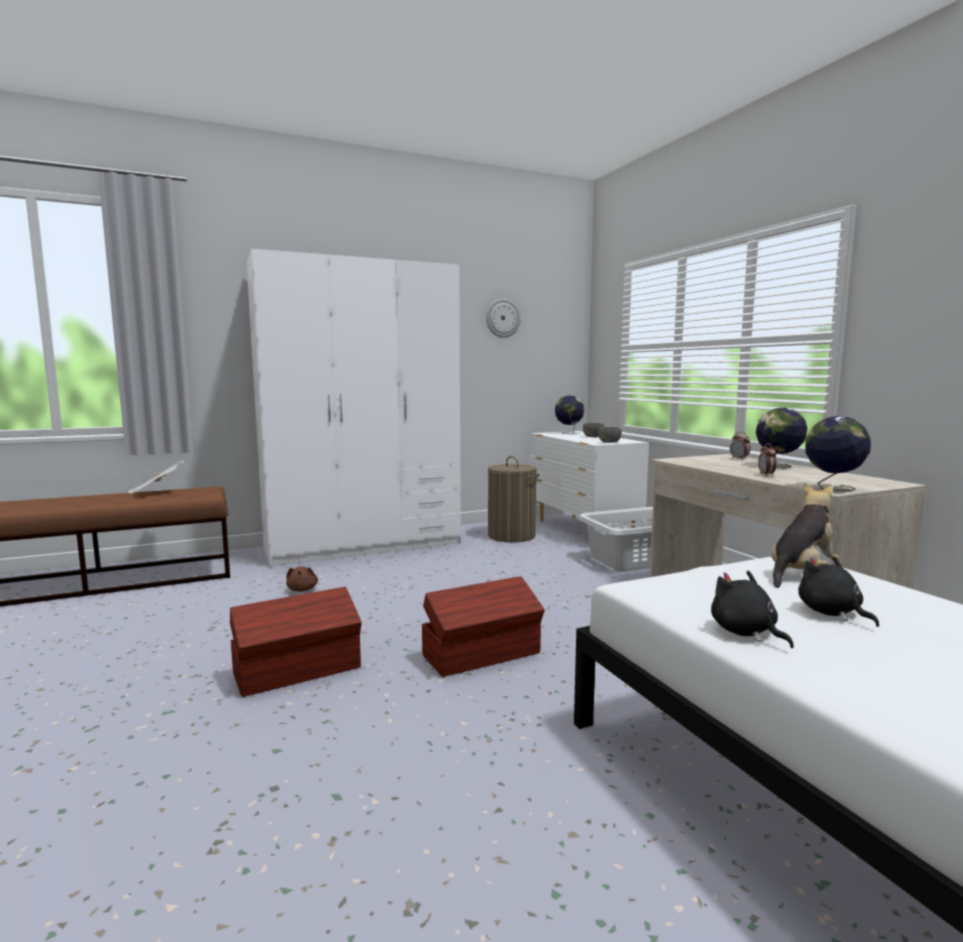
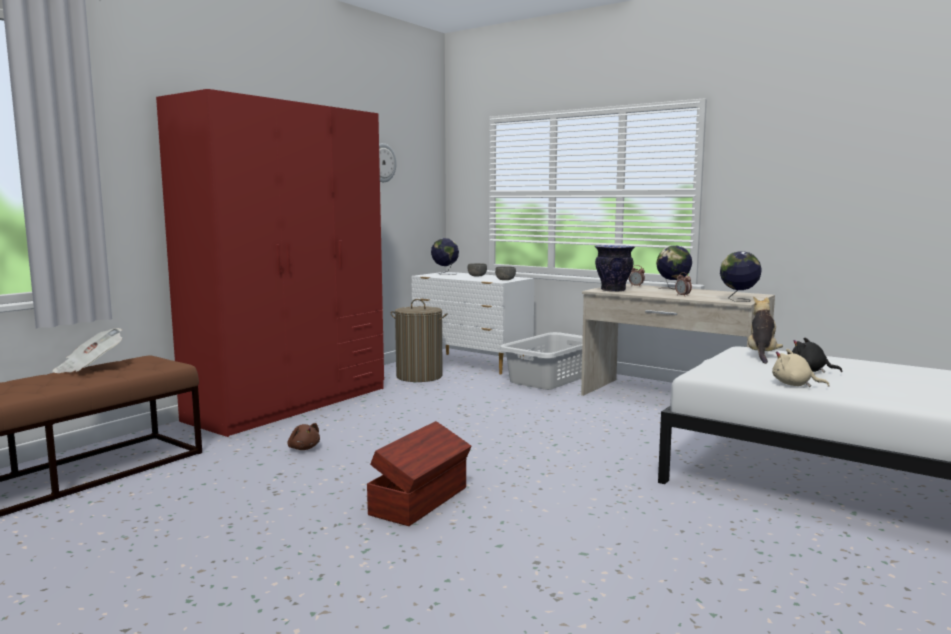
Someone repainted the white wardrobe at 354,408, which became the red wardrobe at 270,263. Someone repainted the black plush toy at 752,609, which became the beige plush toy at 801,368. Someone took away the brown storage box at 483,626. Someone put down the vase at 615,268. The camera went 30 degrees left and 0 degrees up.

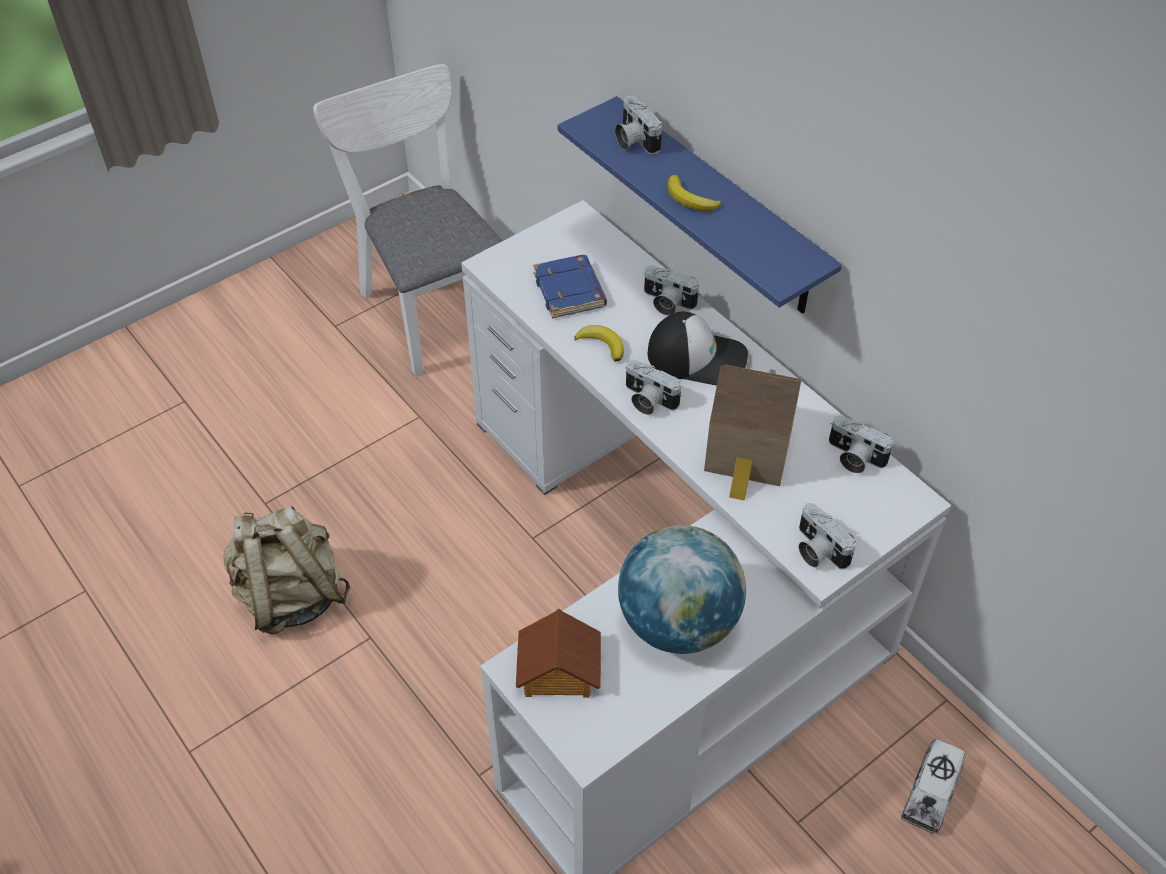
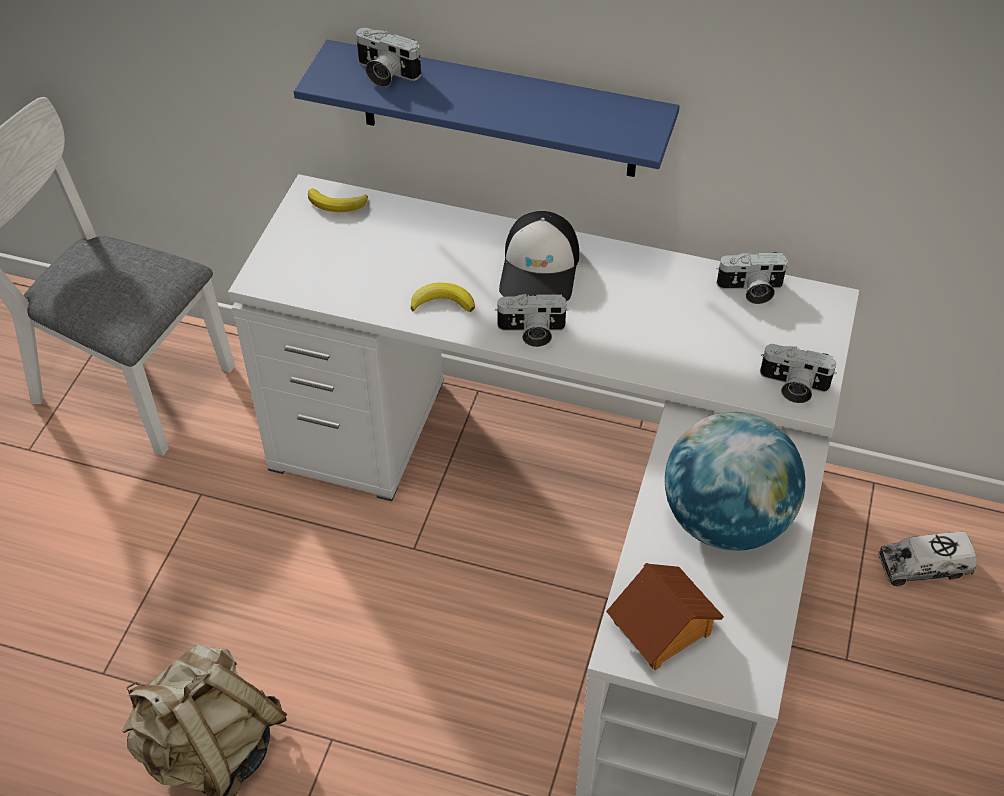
Someone carried the banana from 694,193 to 338,200. Someone took away the blue book at 570,286. Someone took away the photo camera at 672,290. Someone rotated the cap at 698,349 by 120 degrees clockwise. Someone took away the toy house at 753,433. Someone rotated the toy truck at 933,786 by 90 degrees clockwise. The camera went 35 degrees left and 0 degrees up.

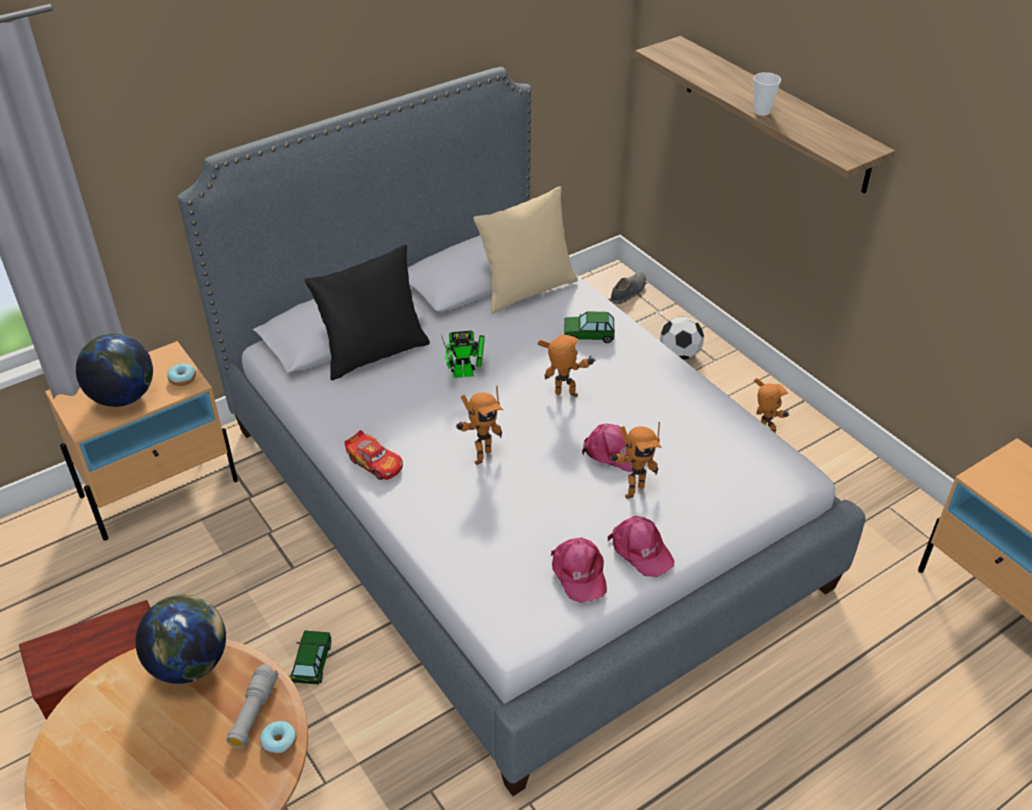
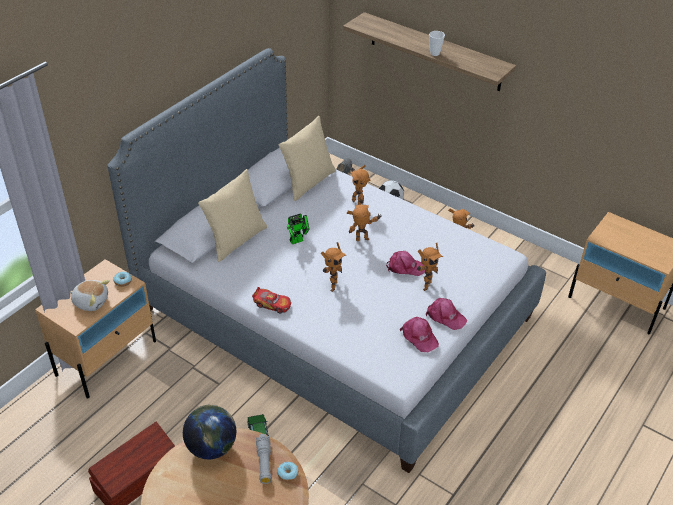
Someone repainted the black pillow at 367,312, which became the beige pillow at 232,215. Someone swapped the toy car at 589,327 for the toy robot at 360,185. Someone swapped the globe at 114,370 for the plush toy at 89,295. The camera went 20 degrees left and 0 degrees up.

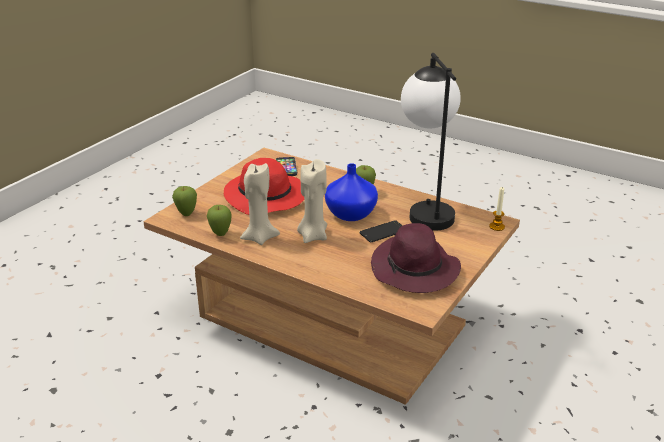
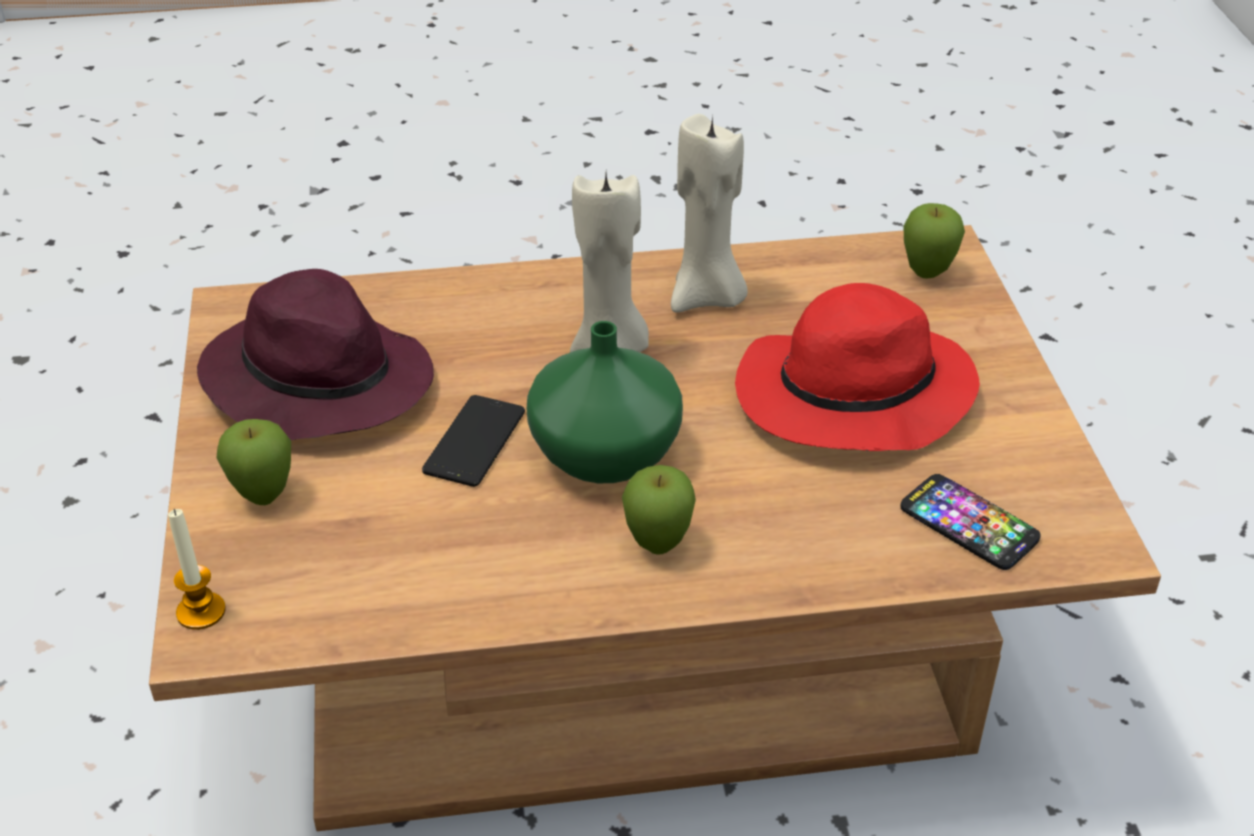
Someone took away the table lamp at 431,142. Someone repainted the blue vase at 351,192, which became the green vase at 605,402. Someone carried the apple from 219,220 to 253,462. The camera went 140 degrees right and 10 degrees up.

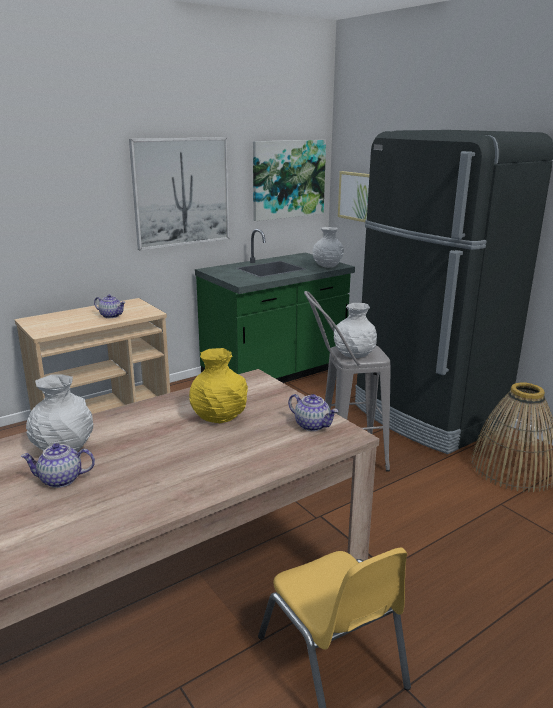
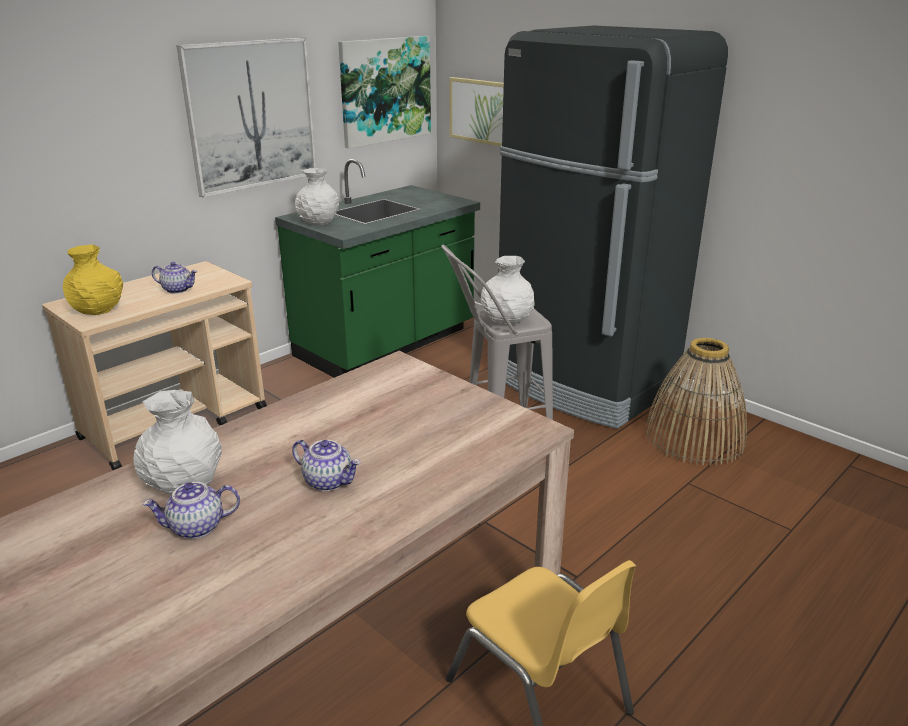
Someone carried the white vase from 328,247 to 317,197. Someone carried the yellow vase from 218,385 to 93,279. Someone carried the teapot from 313,412 to 326,465. The camera went 10 degrees left and 5 degrees up.

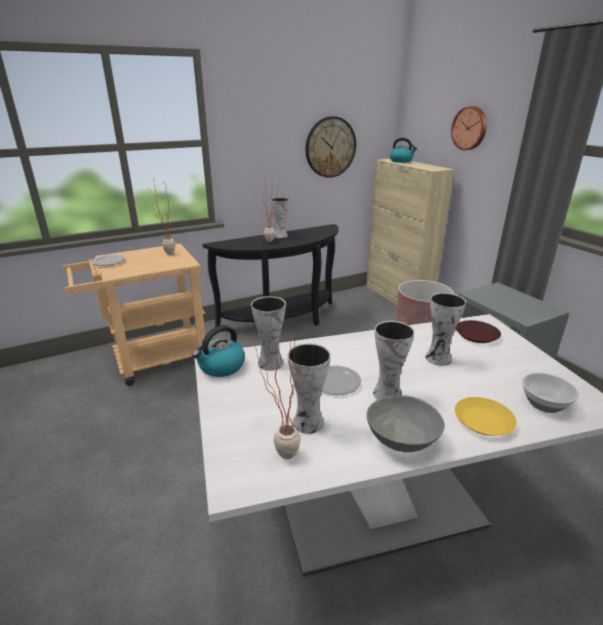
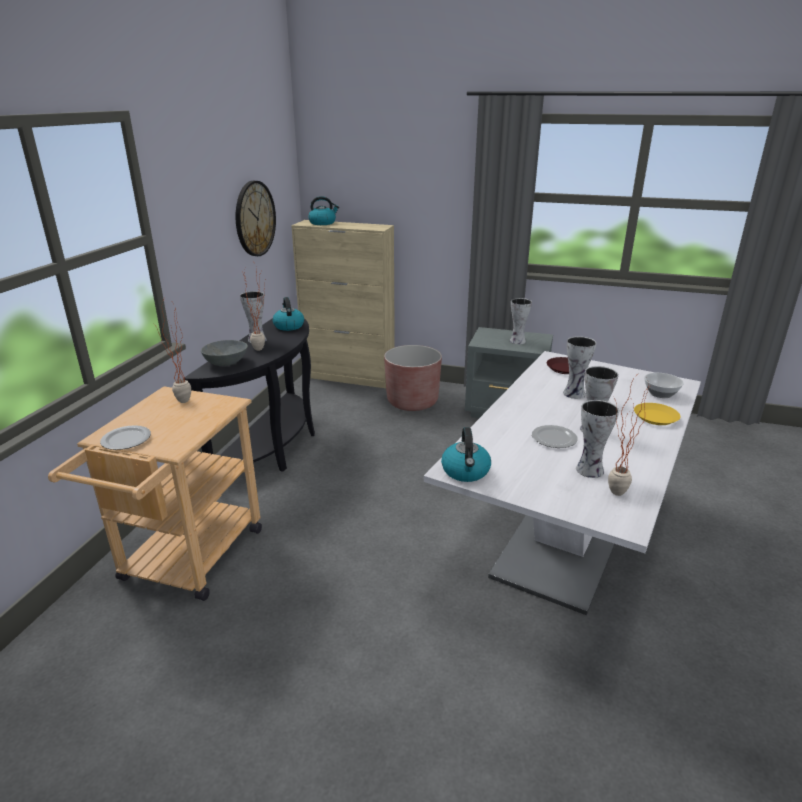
Someone took away the wall clock at 469,128. Someone carried the vase from 268,333 to 521,321. Someone carried the grey bowl from 406,423 to 224,353. Someone put down the kettle at 288,314. The camera went 45 degrees left and 0 degrees up.

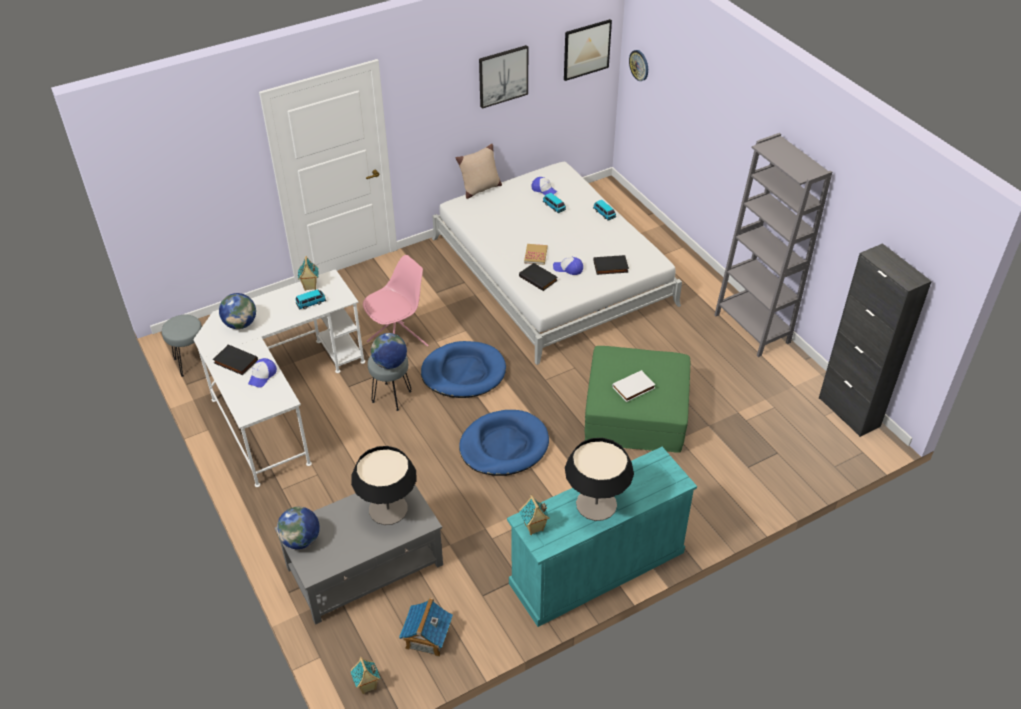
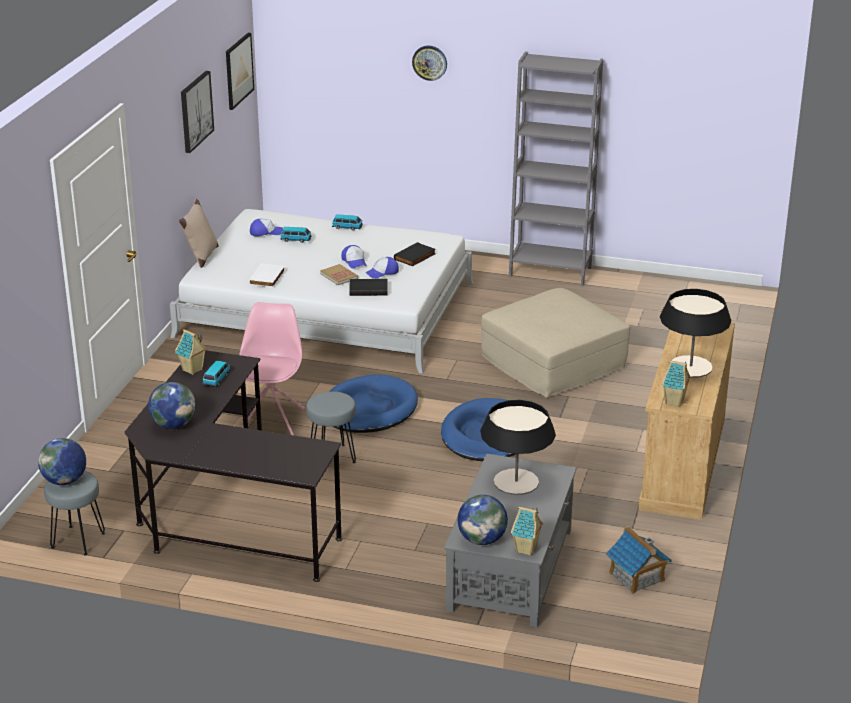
Someone carried the wall clock from 638,65 to 429,63. Someone took away the black cabinet at 875,340. Someone repainted the white desk at 279,378, which became the black desk at 234,466. Someone carried the globe from 389,351 to 62,461. Someone took away the black book at 235,360. Someone repainted the green ottoman at 637,399, which became the beige ottoman at 555,343. Someone carried the cap from 262,373 to 354,257. Someone carried the white book from 634,386 to 267,275. Someone repainted the turquoise dresser at 602,537, which became the beige dresser at 686,421. Someone carried the toy house from 365,675 to 527,531. The camera went 45 degrees left and 15 degrees down.

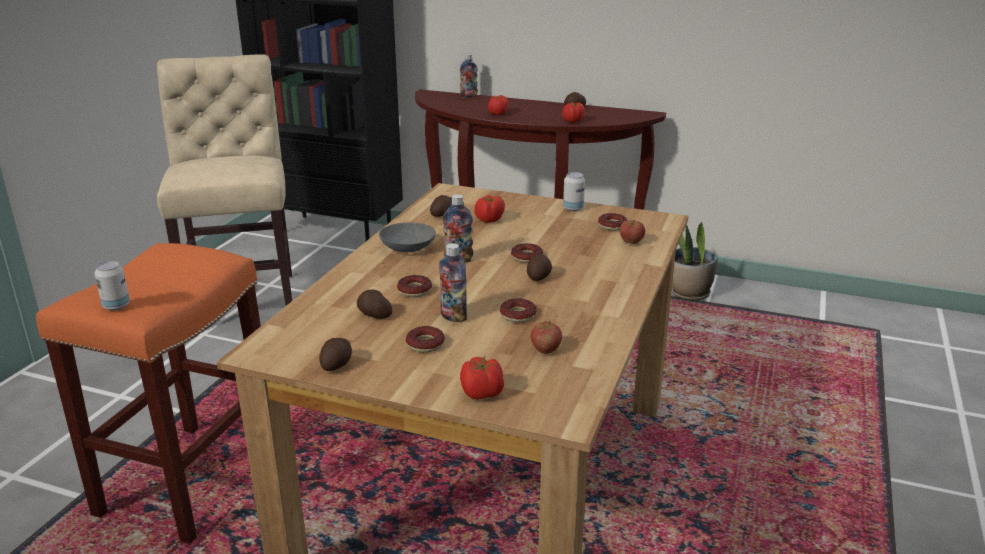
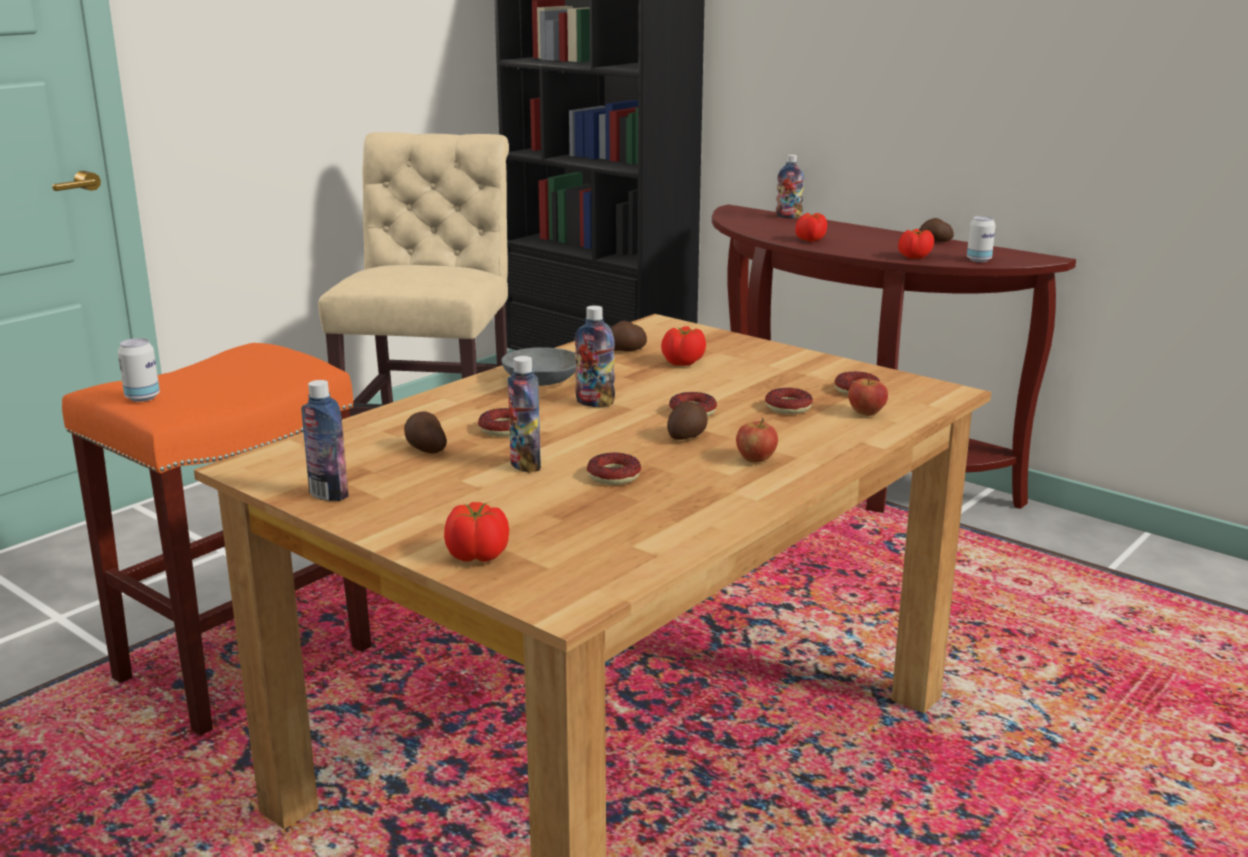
Someone carried the can from 574,192 to 981,239. Someone took away the potted plant at 694,261. Someone carried the apple from 546,337 to 757,440. Someone carried the donut from 425,339 to 789,401. Someone swapped the potato at 335,354 for the bottle at 324,440. The camera went 20 degrees right and 5 degrees down.

